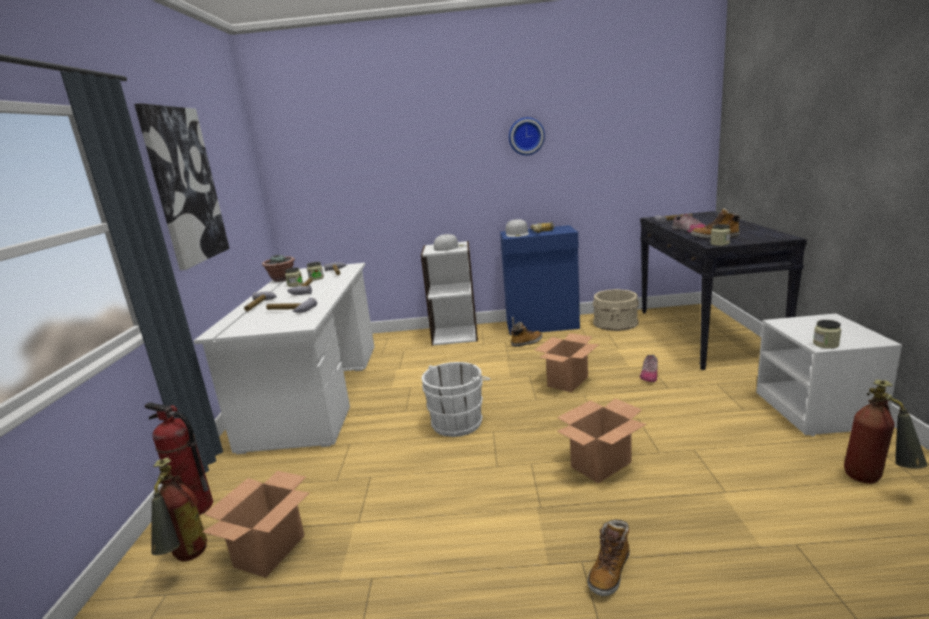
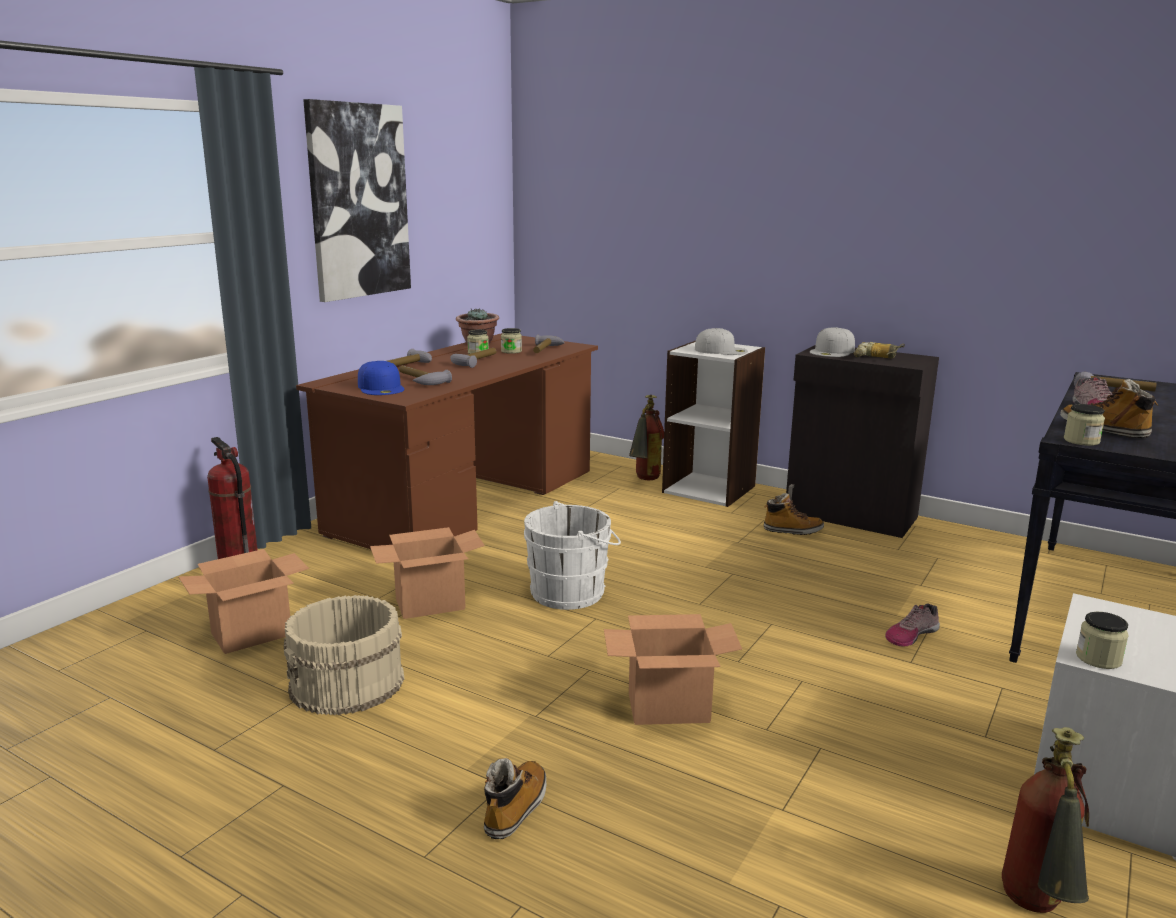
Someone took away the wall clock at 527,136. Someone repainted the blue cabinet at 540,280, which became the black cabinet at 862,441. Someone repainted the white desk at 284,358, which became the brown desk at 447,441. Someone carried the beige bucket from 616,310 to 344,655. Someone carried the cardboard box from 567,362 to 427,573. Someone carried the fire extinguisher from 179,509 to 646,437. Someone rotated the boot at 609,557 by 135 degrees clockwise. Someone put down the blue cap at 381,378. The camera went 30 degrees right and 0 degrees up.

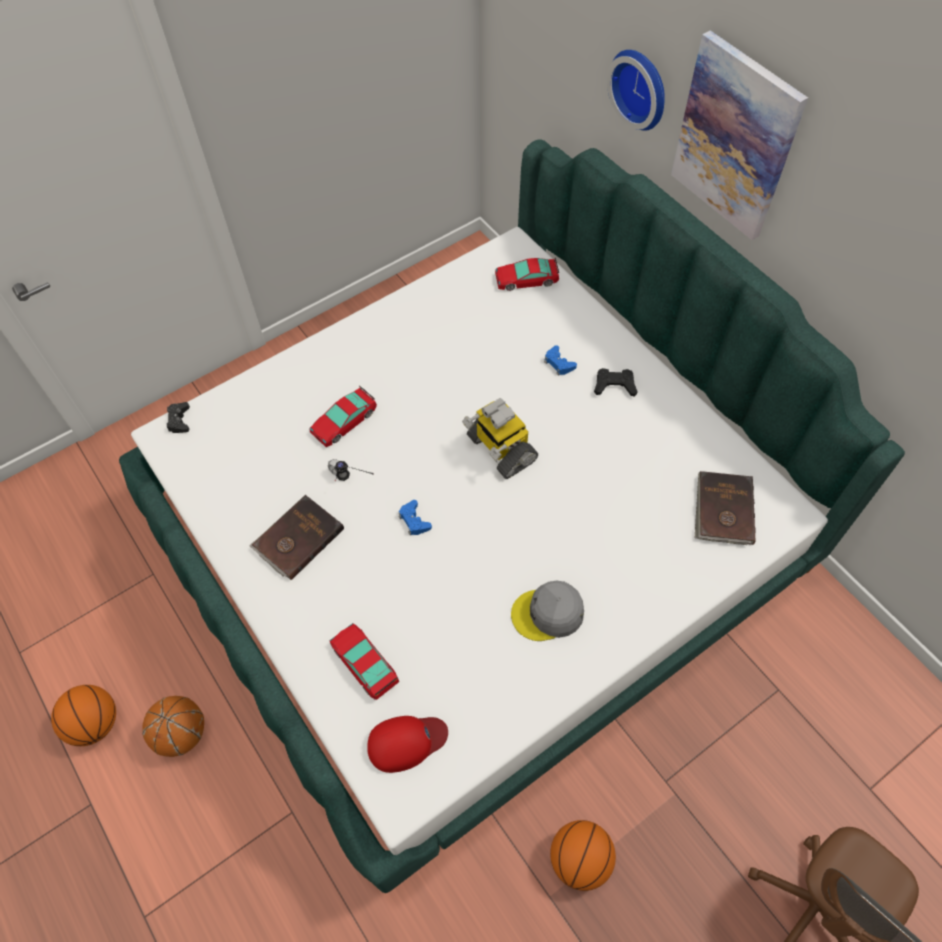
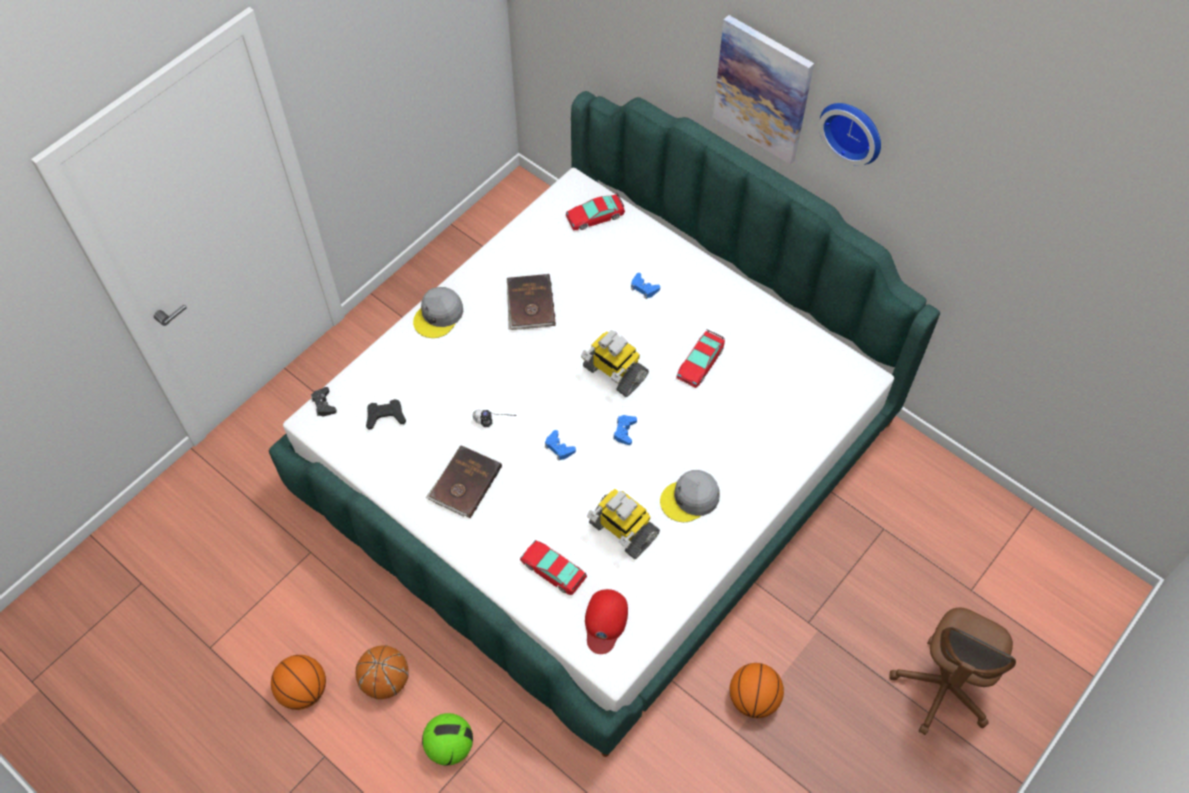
Someone carried the wall clock from 636,90 to 850,134. Someone carried the black game controller from 616,382 to 386,414. Someone carried the toy car from 343,416 to 700,358. Someone carried the brown book from 725,508 to 531,302. Someone rotated the red cap at 407,744 by 135 degrees clockwise. Someone put down the grey cap at 438,312. Someone put down the blue game controller at 625,430. Someone put down the toy robot at 623,524. Someone put down the football at 447,739. The camera went 15 degrees left and 0 degrees up.

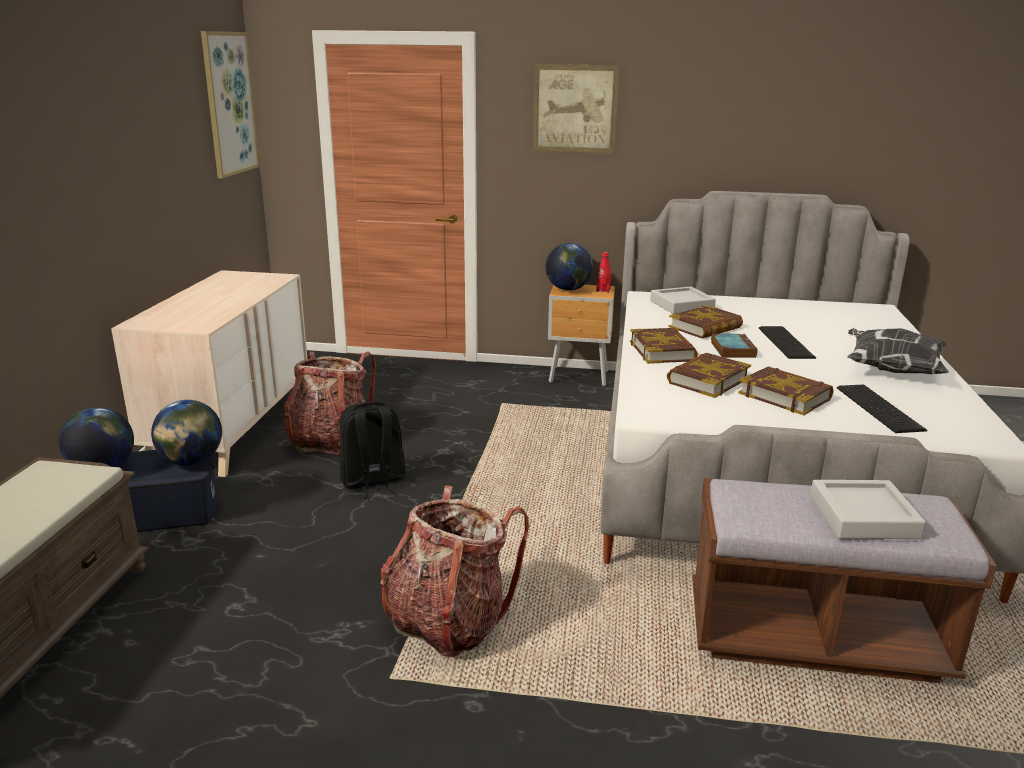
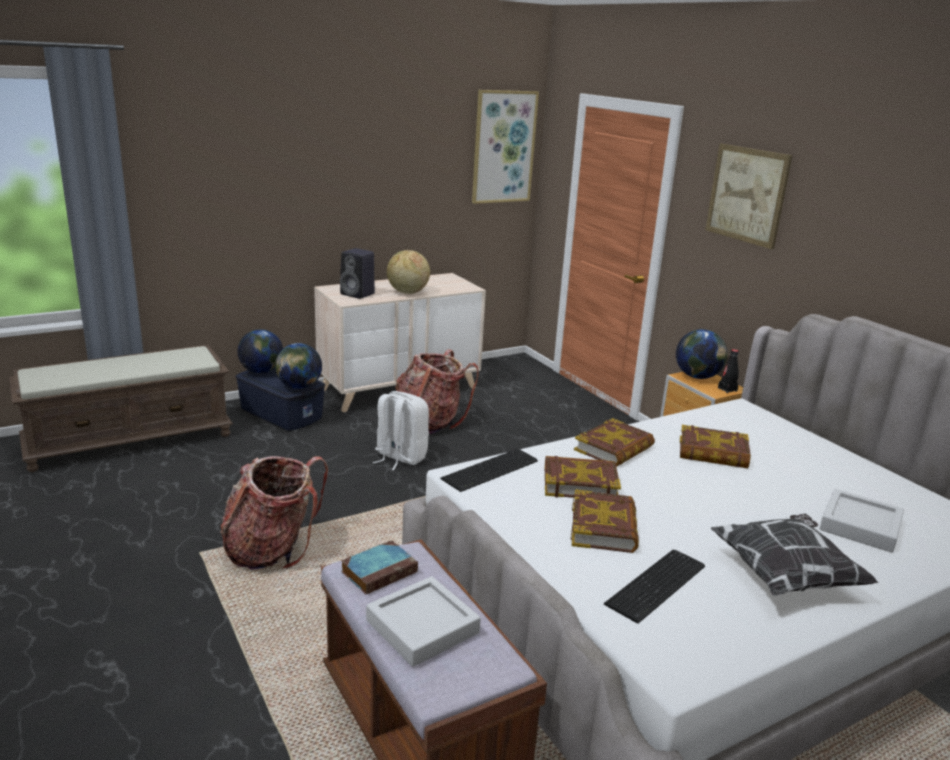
Someone repainted the red bottle at 603,272, which became the black bottle at 728,371. Someone carried the grey tray from 683,300 to 862,521. Someone carried the keyboard from 787,342 to 489,470. Someone carried the book from 734,345 to 379,567. Someone repainted the black backpack at 372,450, which became the white backpack at 401,430. Someone put down the black speaker at 357,273. Someone put down the globe at 408,272. The camera went 50 degrees right and 0 degrees up.

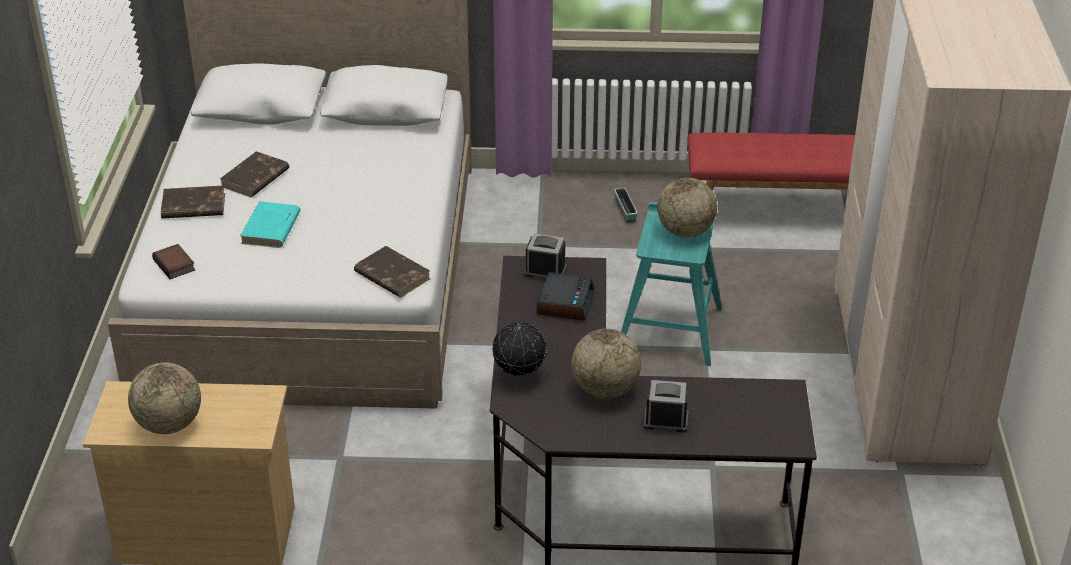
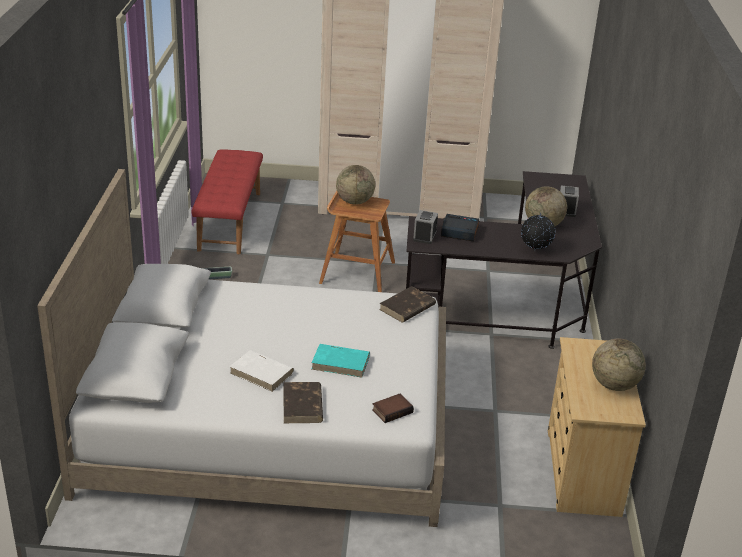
Someone repainted the brown book at 254,174, which became the white book at 261,371. Someone repainted the turquoise stool at 671,284, which became the brown stool at 357,241. The camera went 90 degrees left and 5 degrees down.

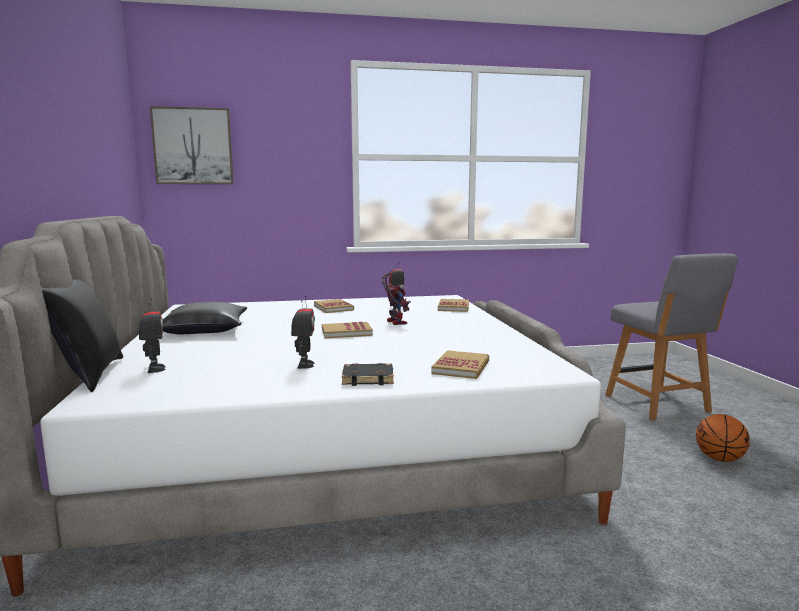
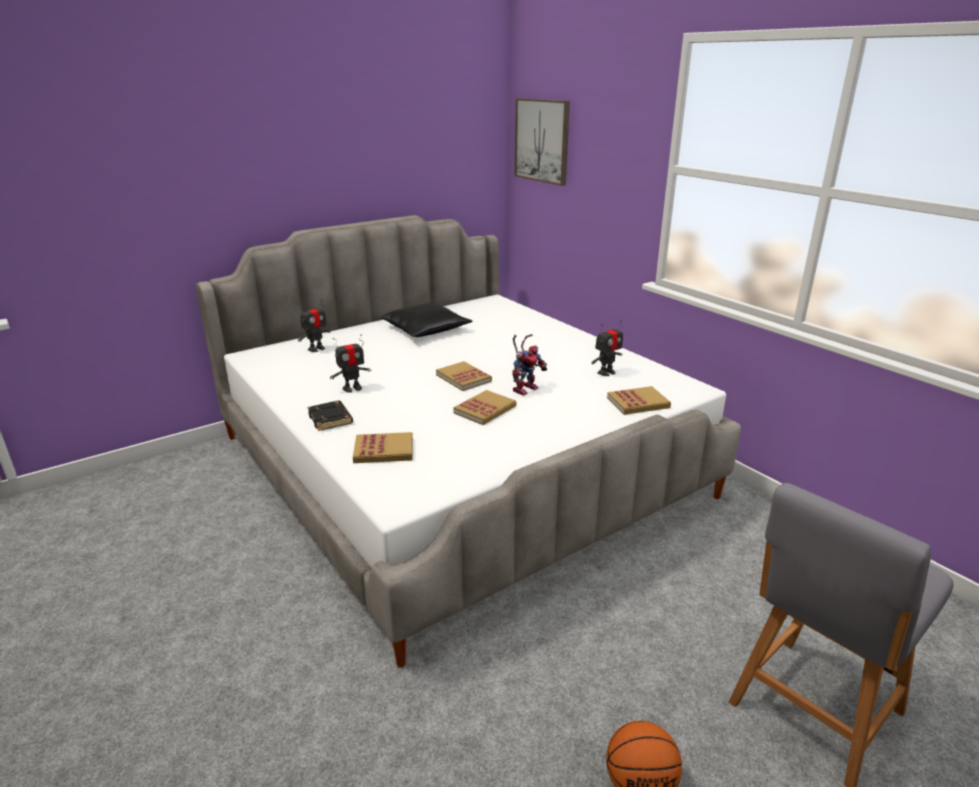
Someone took away the black pillow at 82,335. Someone carried the book from 334,306 to 484,407. The camera went 65 degrees right and 15 degrees up.

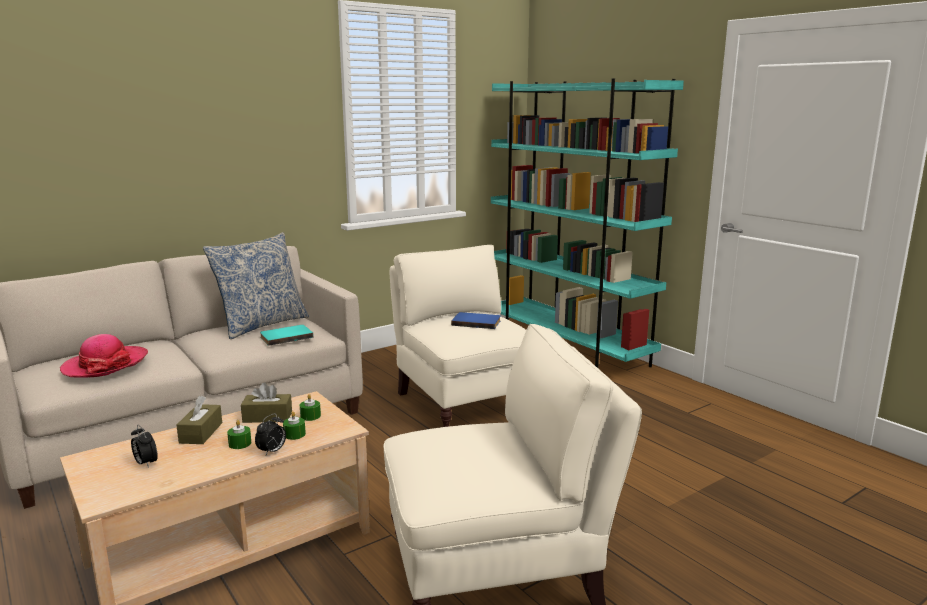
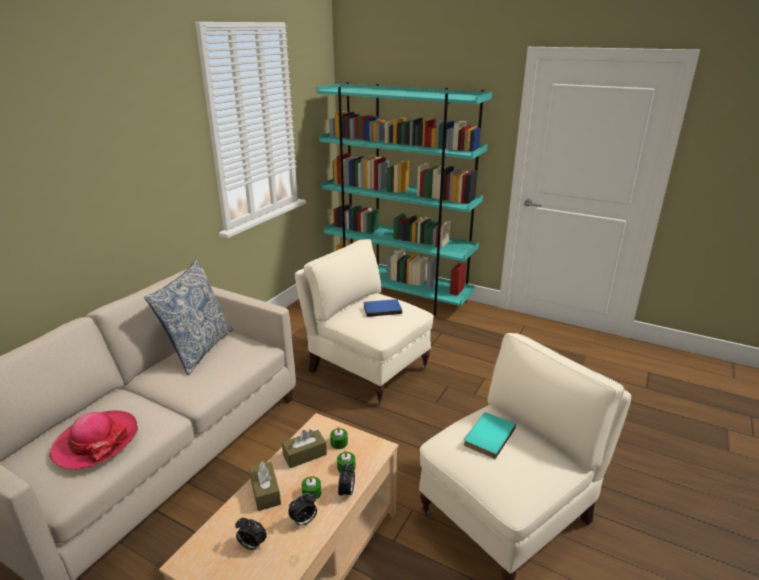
Someone carried the turquoise book from 287,335 to 490,436. Someone put down the alarm clock at 302,510. The camera went 25 degrees left and 10 degrees up.

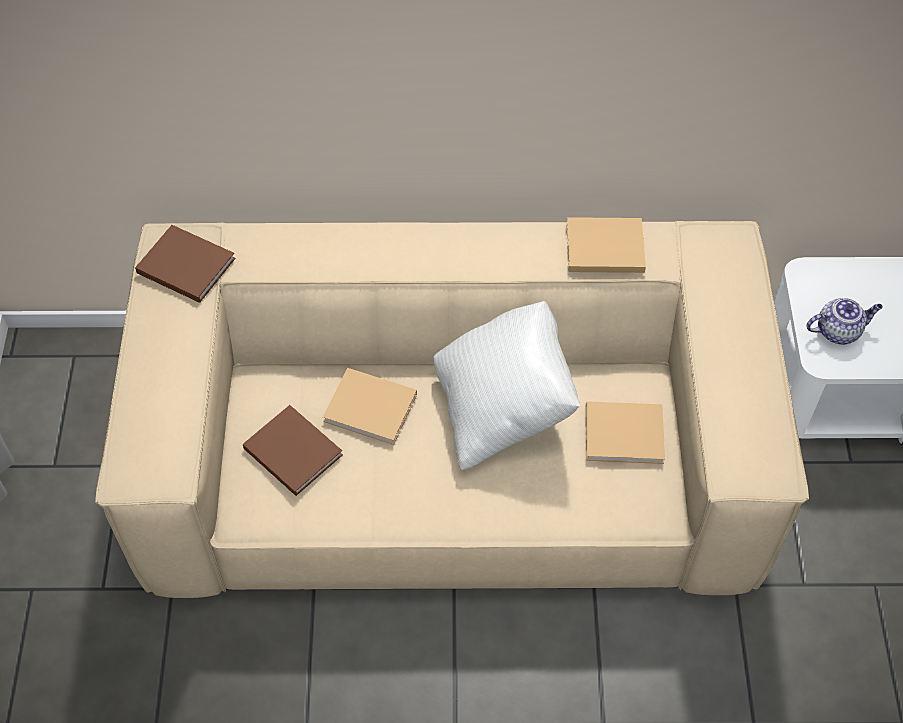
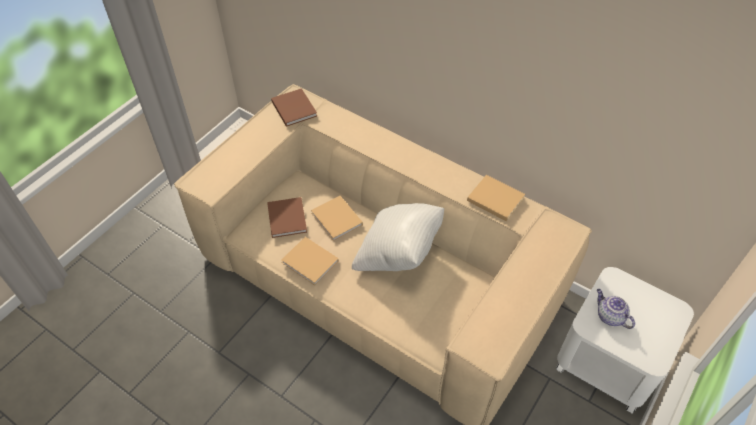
Someone rotated the teapot at 845,321 by 150 degrees counterclockwise. Someone carried the beige book from 625,432 to 310,261. The camera went 35 degrees right and 5 degrees down.

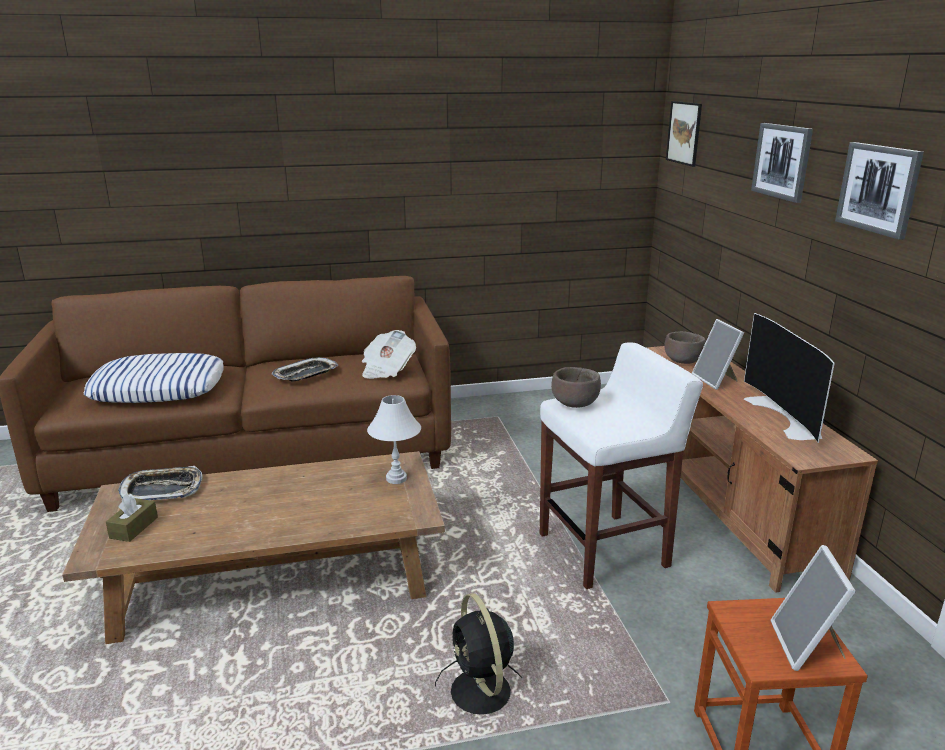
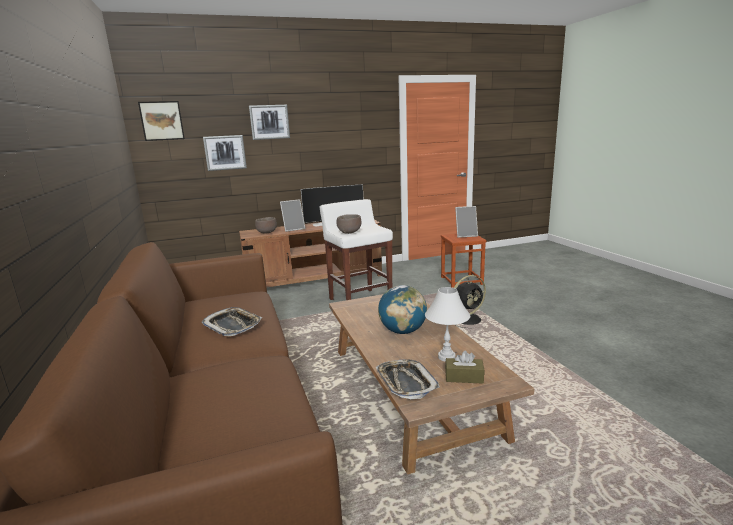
Someone carried the picture from 879,191 to 225,153. Someone took away the newspaper at 389,354. Someone took away the pillow at 153,378. Someone carried the white table lamp from 394,439 to 447,324. Someone put down the globe at 402,309. The camera went 95 degrees left and 5 degrees down.

